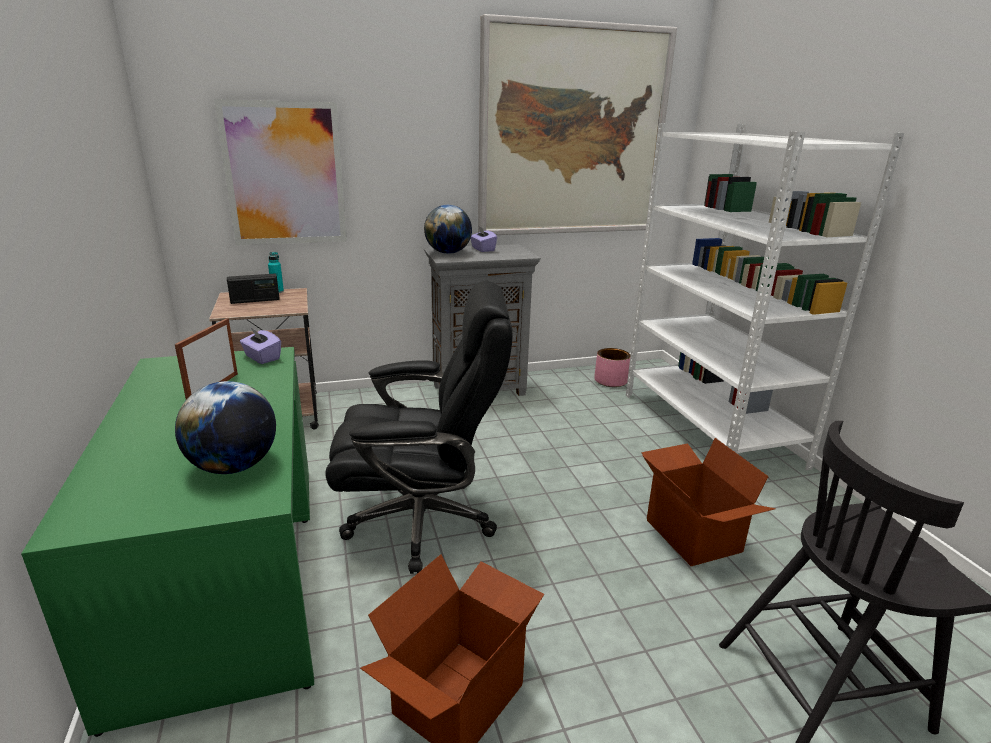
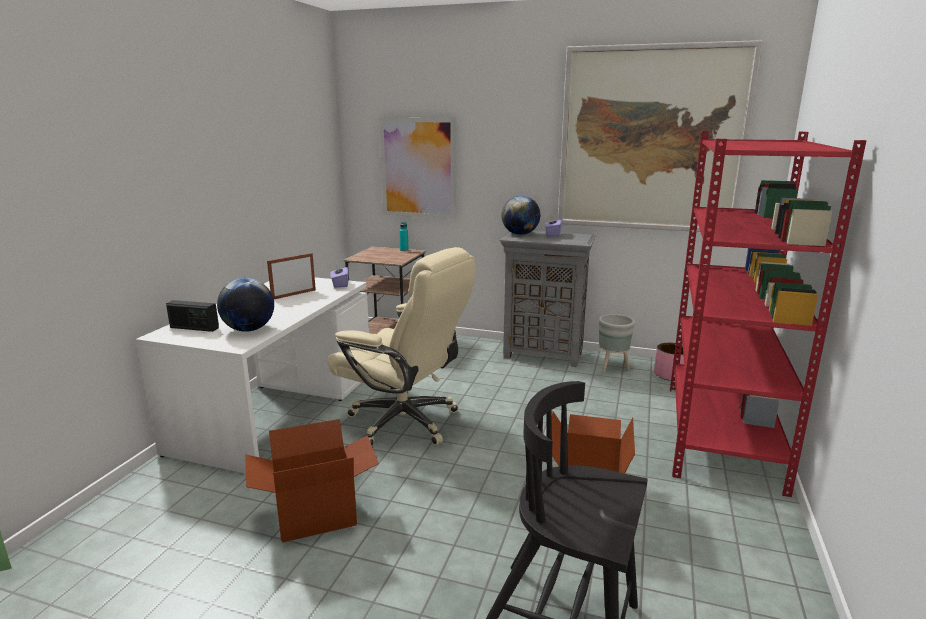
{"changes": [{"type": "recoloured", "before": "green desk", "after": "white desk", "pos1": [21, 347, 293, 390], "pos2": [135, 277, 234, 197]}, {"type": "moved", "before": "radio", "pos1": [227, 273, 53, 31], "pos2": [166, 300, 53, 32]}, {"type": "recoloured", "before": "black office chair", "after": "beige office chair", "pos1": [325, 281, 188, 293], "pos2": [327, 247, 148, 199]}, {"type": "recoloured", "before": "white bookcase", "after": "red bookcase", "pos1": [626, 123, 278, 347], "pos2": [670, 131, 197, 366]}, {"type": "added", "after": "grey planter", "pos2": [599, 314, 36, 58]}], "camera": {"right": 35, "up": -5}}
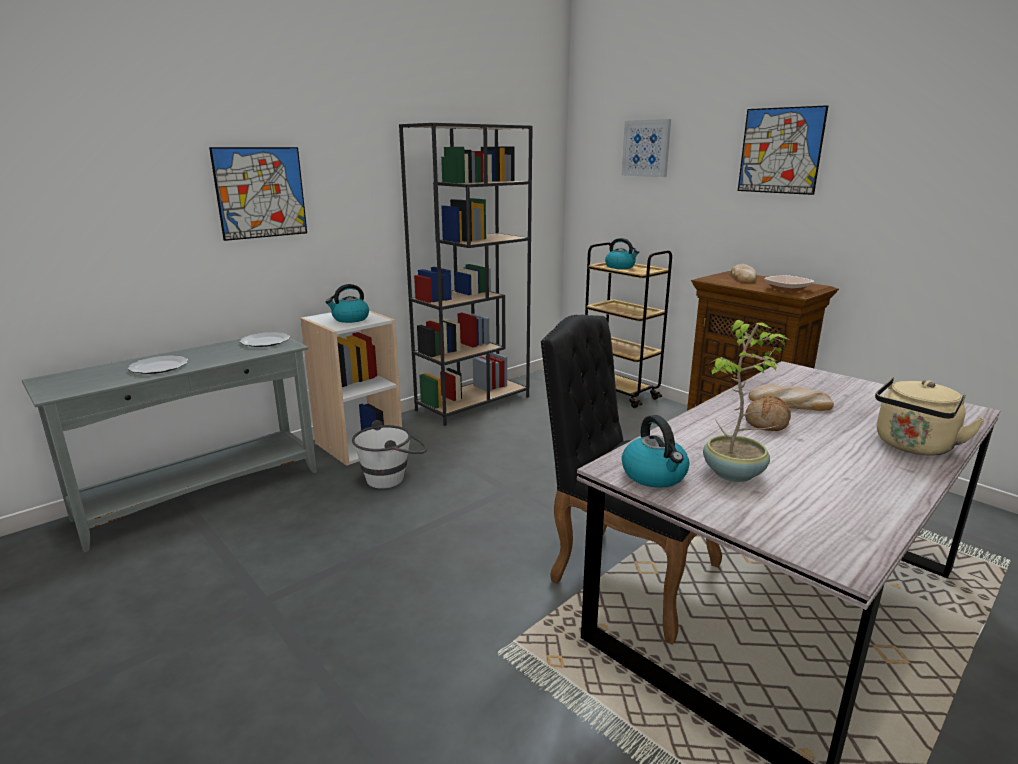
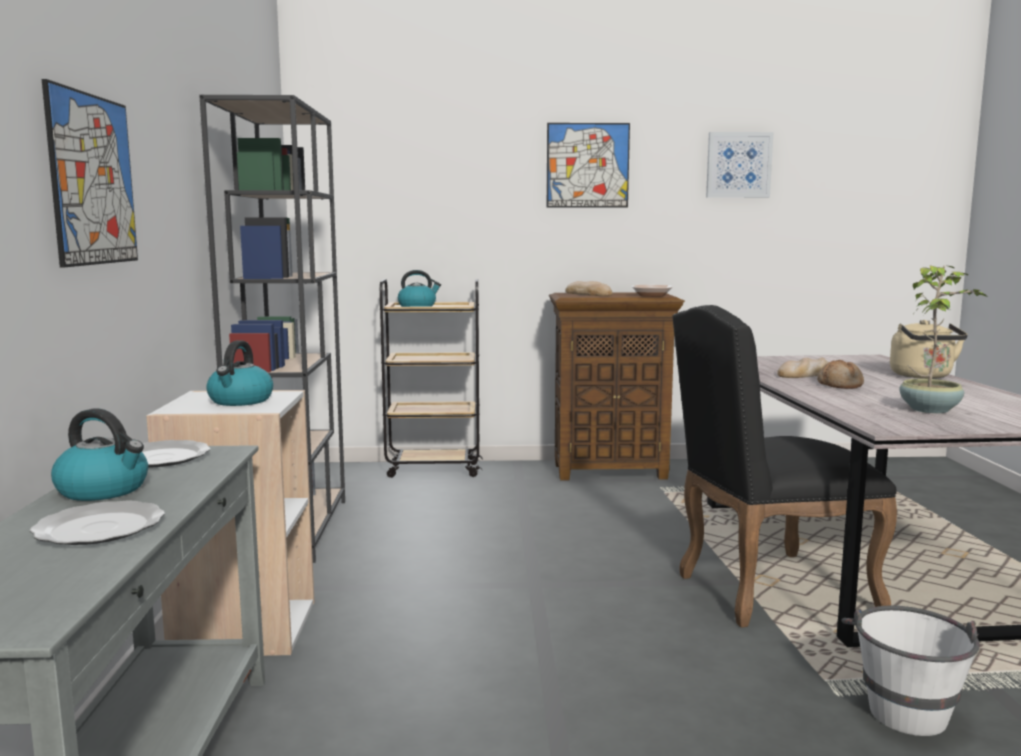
{"changes": [{"type": "moved", "before": "white bucket", "pos1": [352, 420, 75, 69], "pos2": [841, 606, 139, 130]}, {"type": "moved", "before": "picture", "pos1": [622, 119, 49, 58], "pos2": [706, 132, 67, 66]}, {"type": "moved", "before": "kettle", "pos1": [622, 415, 68, 73], "pos2": [51, 408, 97, 93]}], "camera": {"right": -50, "up": -10}}
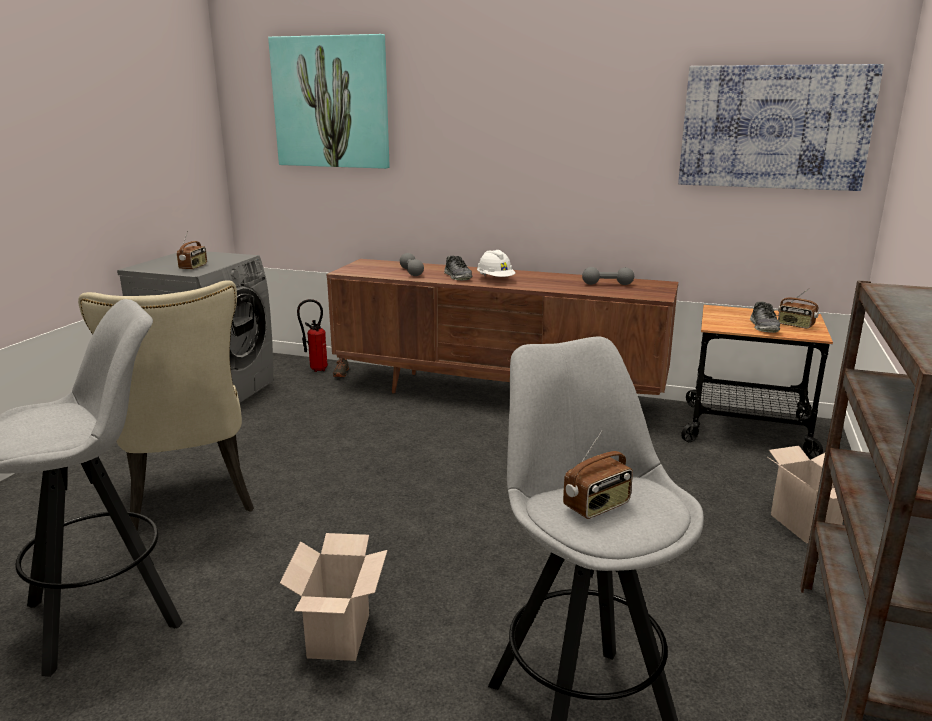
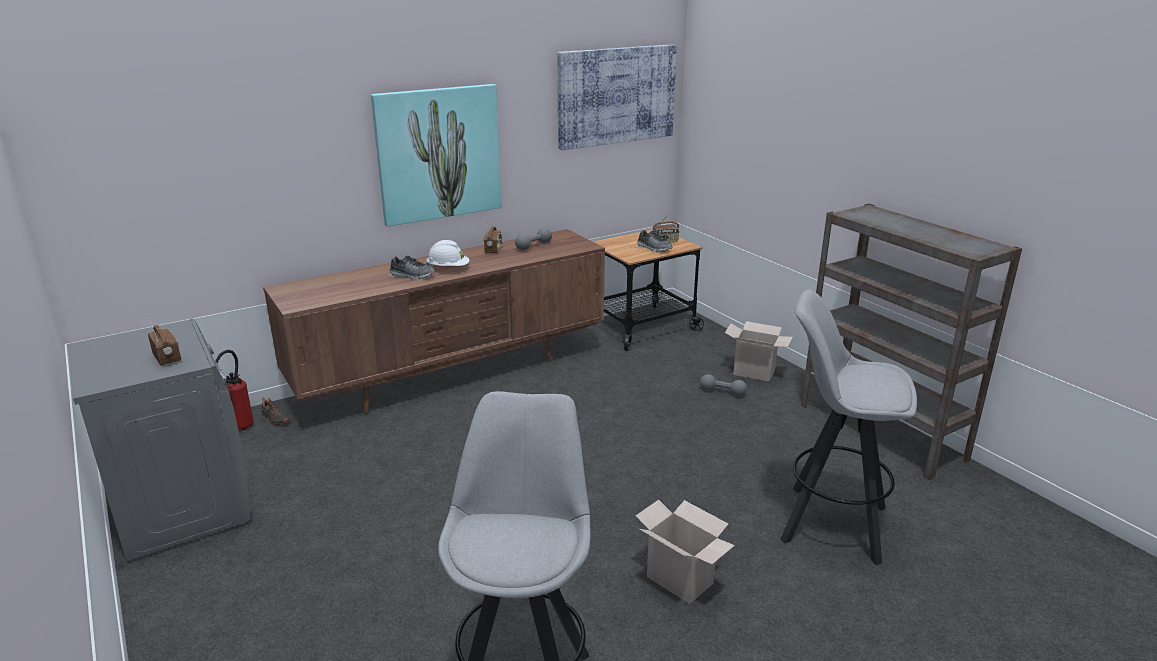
{"changes": [{"type": "removed", "before": "beige chair", "pos1": [78, 280, 176, 251]}, {"type": "moved", "before": "picture", "pos1": [268, 34, 122, 135], "pos2": [371, 84, 130, 143]}, {"type": "moved", "before": "grey dumbbell", "pos1": [400, 253, 24, 23], "pos2": [700, 374, 47, 22]}, {"type": "moved", "before": "radio", "pos1": [563, 430, 70, 89], "pos2": [484, 219, 18, 34]}], "camera": {"right": -50, "up": 5}}
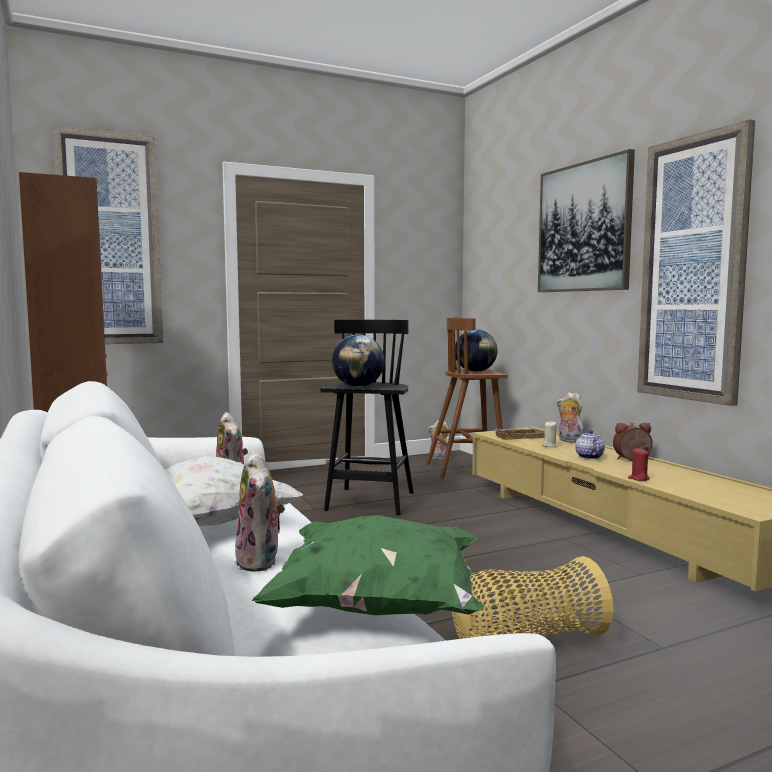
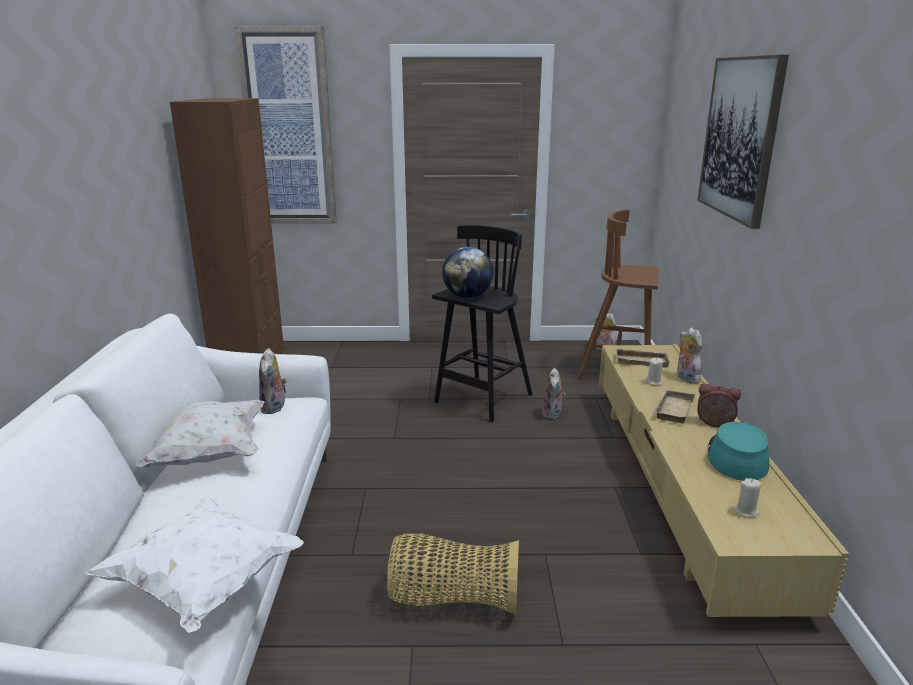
{"changes": [{"type": "moved", "before": "plush toy", "pos1": [235, 451, 50, 121], "pos2": [543, 368, 23, 51]}, {"type": "recoloured", "before": "green pillow", "after": "white pillow", "pos1": [252, 515, 233, 100], "pos2": [85, 497, 219, 136]}, {"type": "removed", "before": "globe", "pos1": [455, 329, 42, 43]}, {"type": "replaced", "before": "teapot", "after": "beige tray", "pos1": [575, 430, 30, 29], "pos2": [654, 389, 42, 34]}, {"type": "removed", "before": "red candle", "pos1": [628, 448, 22, 33]}, {"type": "removed", "before": "picture", "pos1": [637, 119, 118, 287]}, {"type": "added", "after": "turquoise hat", "pos2": [707, 422, 62, 59]}, {"type": "added", "after": "beige candle", "pos2": [734, 478, 27, 40]}], "camera": {"right": 25, "up": 15}}
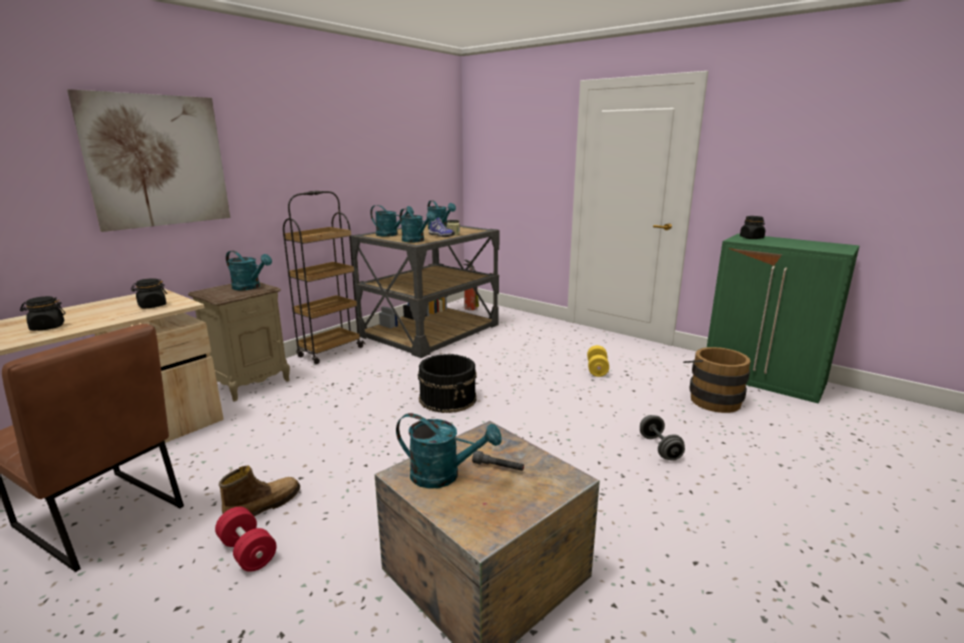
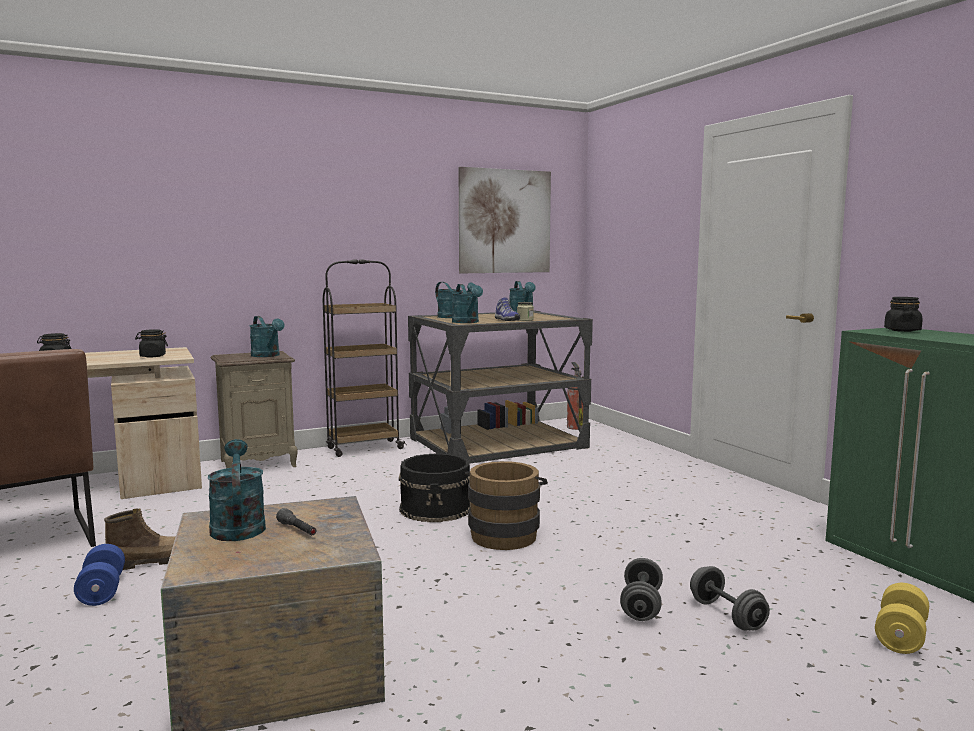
{"changes": [{"type": "moved", "before": "picture", "pos1": [67, 89, 163, 143], "pos2": [459, 167, 92, 106]}, {"type": "recoloured", "before": "red dumbbell", "after": "blue dumbbell", "pos1": [215, 507, 61, 65], "pos2": [74, 544, 51, 62]}, {"type": "turned", "before": "turquoise watering can", "pos1": [396, 413, 106, 76], "pos2": [208, 439, 58, 102], "turn": -150}, {"type": "moved", "before": "yellow dumbbell", "pos1": [587, 345, 22, 32], "pos2": [875, 583, 54, 71]}, {"type": "moved", "before": "brown bucket", "pos1": [683, 347, 68, 66], "pos2": [465, 461, 83, 89]}, {"type": "added", "after": "grey dumbbell", "pos2": [690, 566, 80, 64]}], "camera": {"right": 25, "up": -10}}
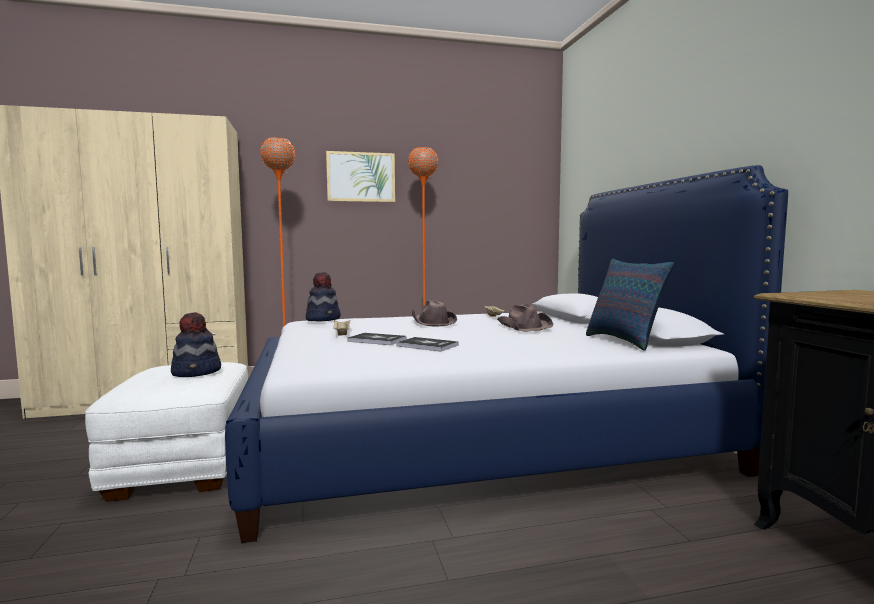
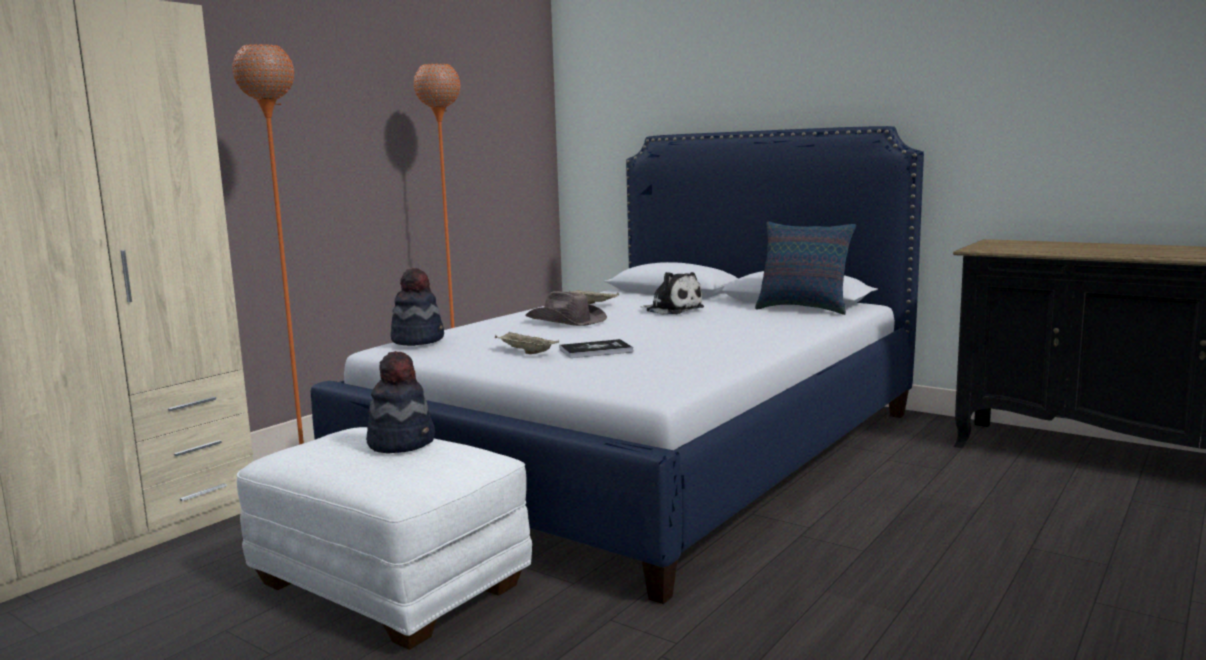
{"changes": [{"type": "removed", "before": "picture", "pos1": [326, 151, 69, 51]}, {"type": "removed", "before": "book", "pos1": [396, 337, 63, 15]}, {"type": "replaced", "before": "brown hat", "after": "plush toy", "pos1": [497, 304, 57, 28], "pos2": [641, 272, 63, 43]}], "camera": {"right": -40, "up": 5}}
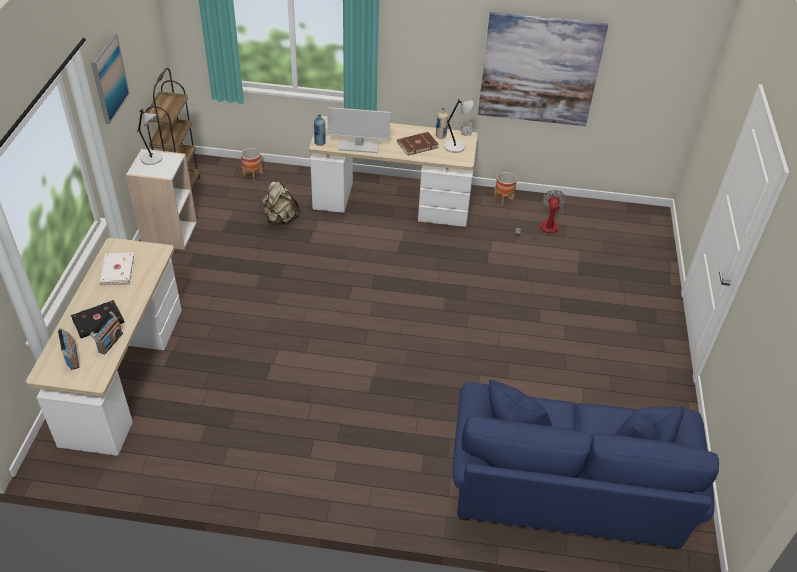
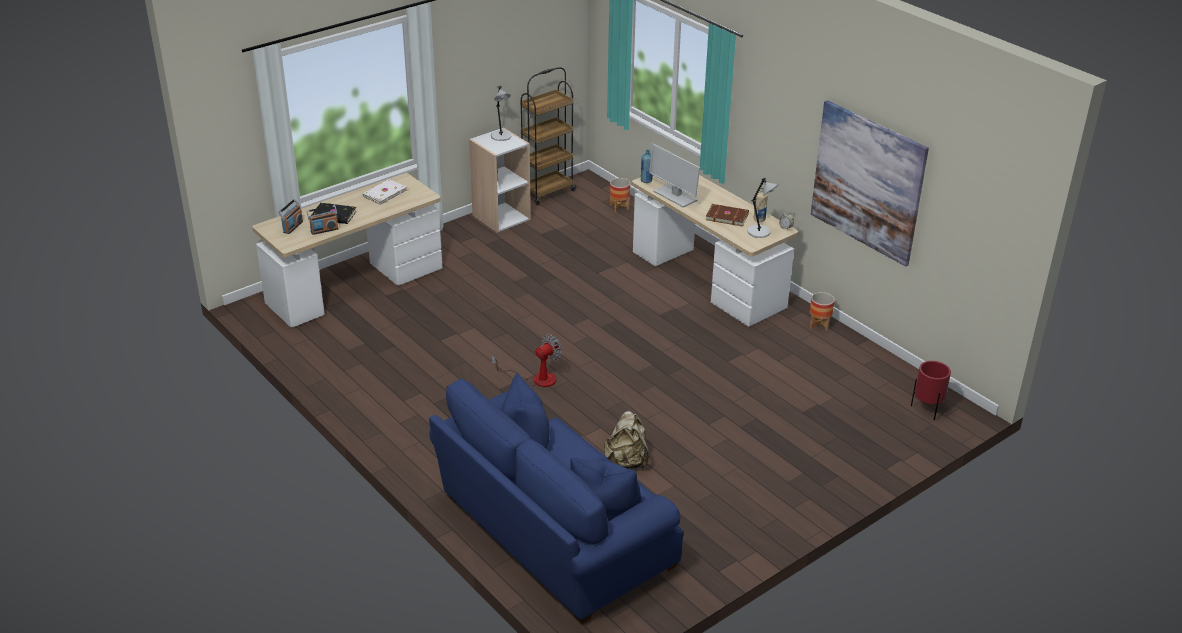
{"changes": [{"type": "removed", "before": "picture", "pos1": [91, 33, 39, 91]}, {"type": "moved", "before": "beige backpack", "pos1": [262, 181, 38, 45], "pos2": [604, 411, 45, 58]}, {"type": "moved", "before": "fan", "pos1": [515, 190, 51, 50], "pos2": [491, 334, 71, 53]}, {"type": "added", "after": "red planter", "pos2": [911, 361, 40, 59]}], "camera": {"right": 45, "up": -10}}
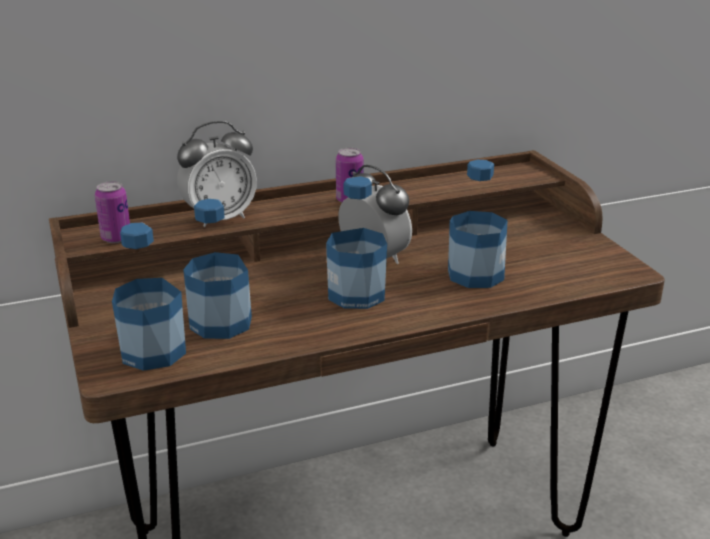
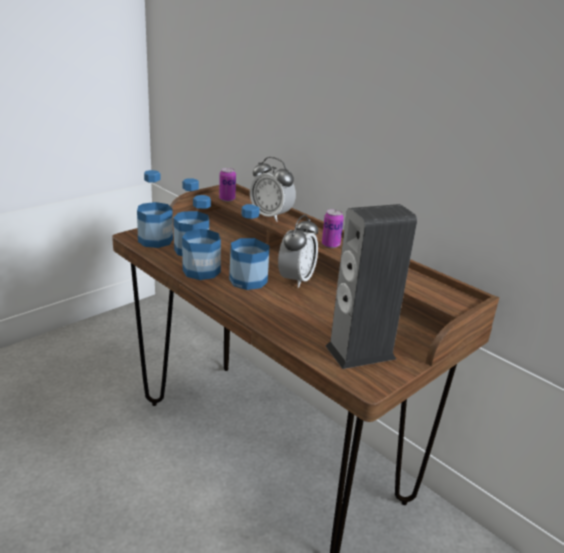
{"changes": [{"type": "moved", "before": "bottle", "pos1": [448, 159, 60, 129], "pos2": [182, 195, 39, 85]}, {"type": "added", "after": "speaker", "pos2": [326, 204, 91, 165]}], "camera": {"right": 65, "up": 0}}
